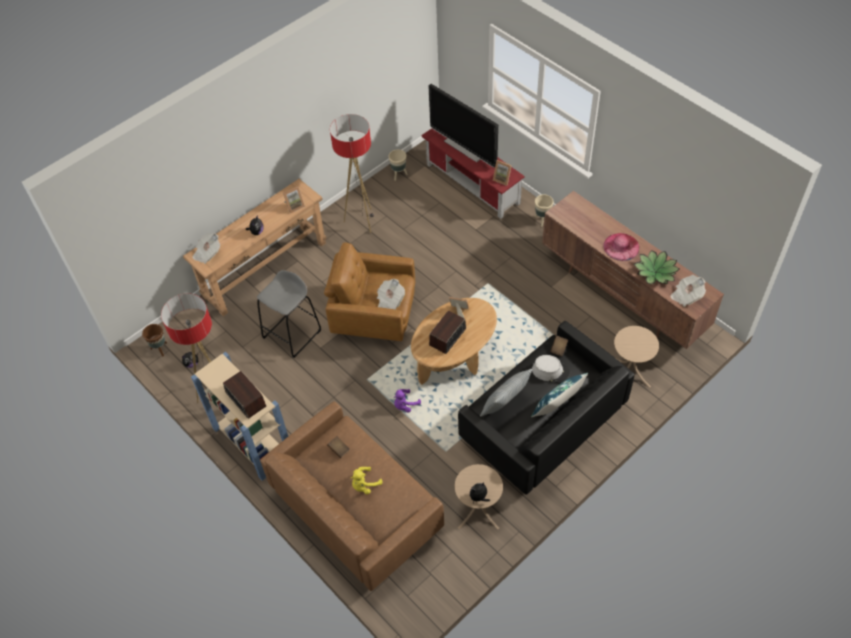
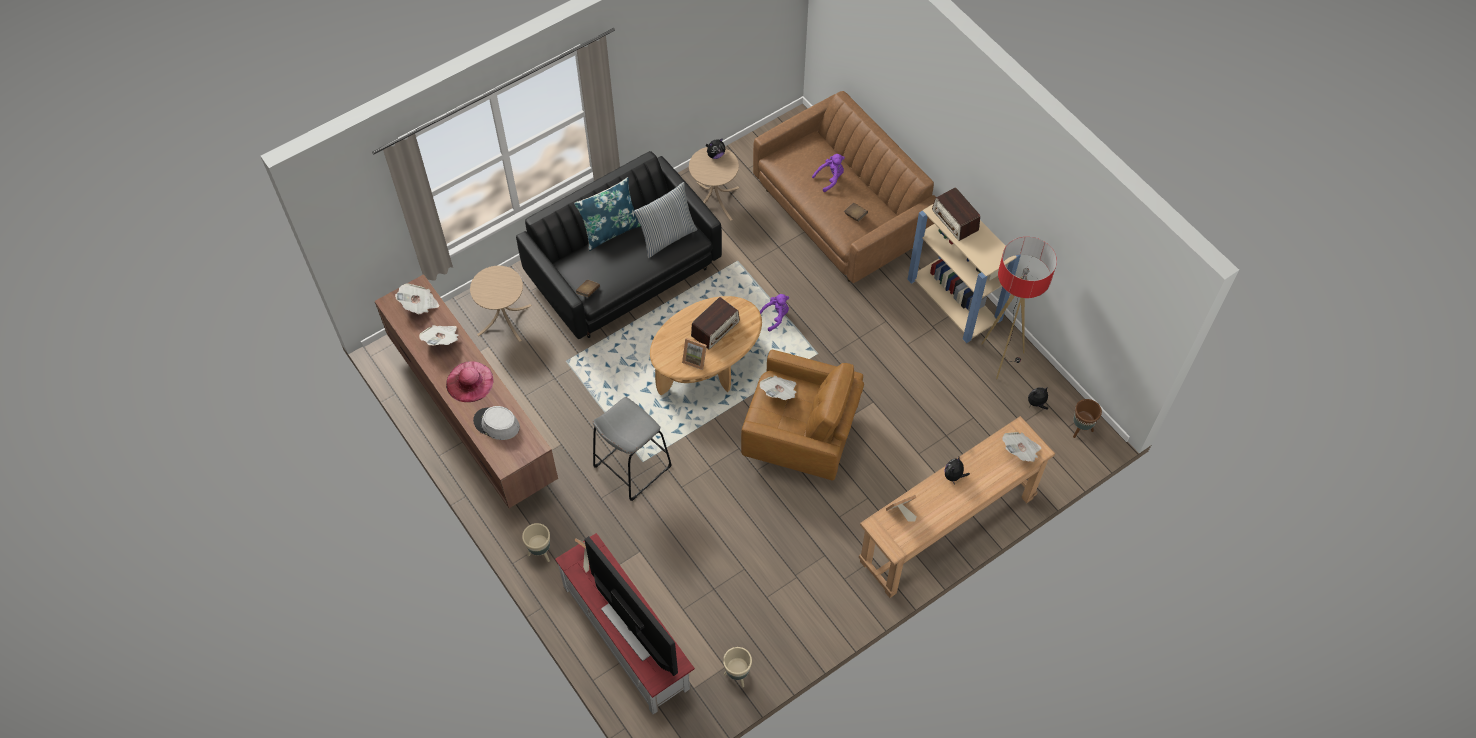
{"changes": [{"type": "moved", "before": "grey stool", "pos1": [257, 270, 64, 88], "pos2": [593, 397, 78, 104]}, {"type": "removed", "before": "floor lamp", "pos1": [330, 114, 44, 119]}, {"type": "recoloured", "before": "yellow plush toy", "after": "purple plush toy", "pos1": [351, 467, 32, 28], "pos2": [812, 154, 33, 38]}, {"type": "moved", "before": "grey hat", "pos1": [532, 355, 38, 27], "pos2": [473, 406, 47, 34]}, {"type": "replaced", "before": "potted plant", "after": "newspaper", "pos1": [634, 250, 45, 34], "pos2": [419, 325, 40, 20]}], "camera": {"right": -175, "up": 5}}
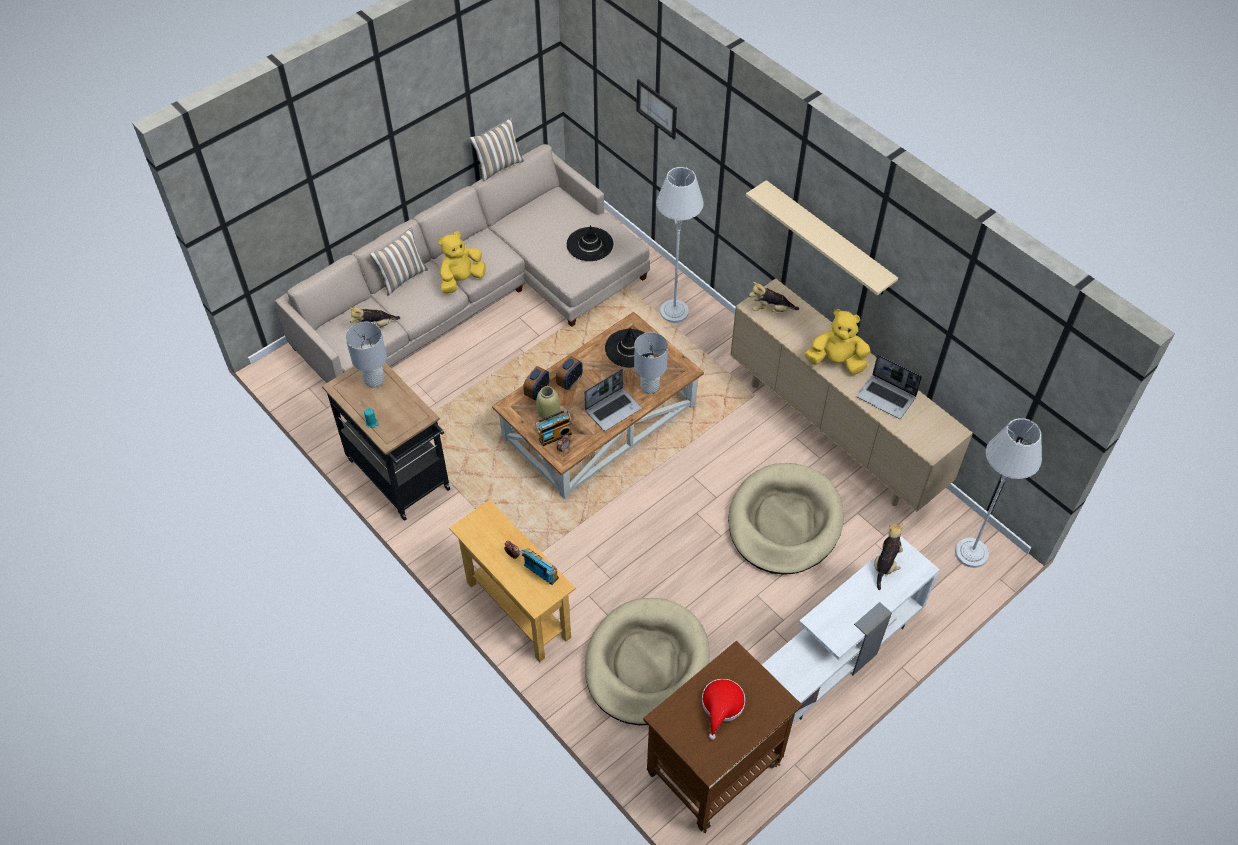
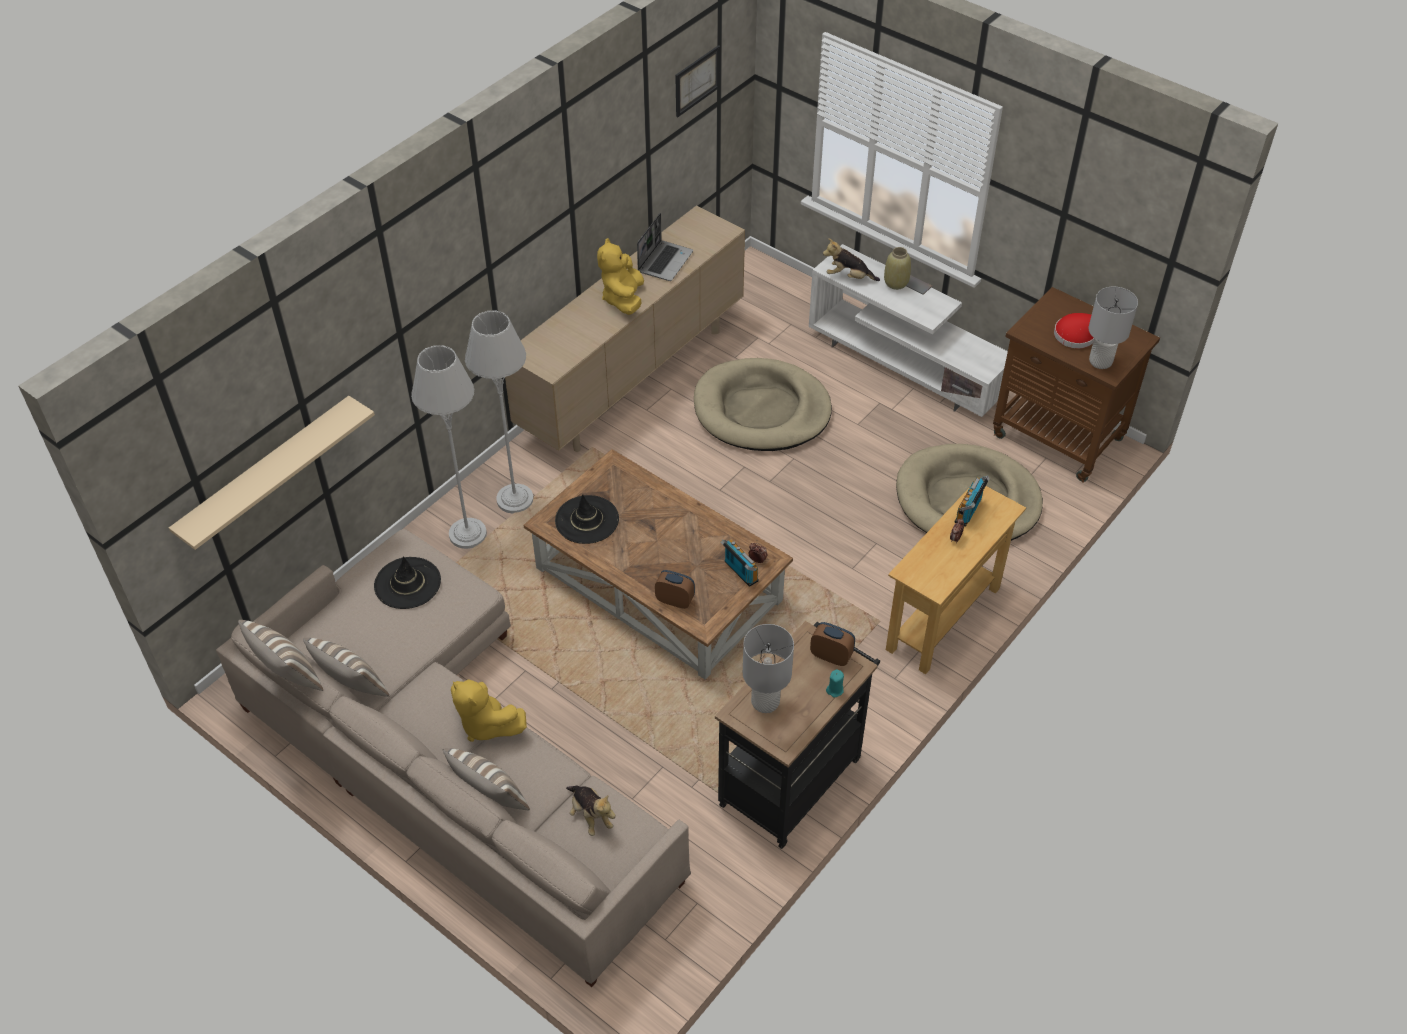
{"changes": [{"type": "moved", "before": "beige vase", "pos1": [536, 386, 24, 35], "pos2": [884, 247, 27, 43]}, {"type": "moved", "before": "alarm clock", "pos1": [556, 356, 27, 34], "pos2": [810, 622, 45, 44]}, {"type": "removed", "before": "laptop", "pos1": [584, 369, 58, 62]}, {"type": "moved", "before": "grey table lamp", "pos1": [634, 332, 34, 62], "pos2": [1088, 287, 50, 82]}, {"type": "moved", "before": "picture", "pos1": [636, 79, 41, 60], "pos2": [675, 45, 45, 72]}, {"type": "moved", "before": "beige shelf", "pos1": [746, 180, 152, 115], "pos2": [169, 396, 206, 154]}, {"type": "removed", "before": "plush toy", "pos1": [749, 282, 50, 30]}, {"type": "moved", "before": "grey floor lamp", "pos1": [955, 418, 87, 150], "pos2": [465, 310, 68, 204]}, {"type": "added", "after": "pillow", "pos2": [303, 638, 87, 59]}], "camera": {"right": -100, "up": -5}}
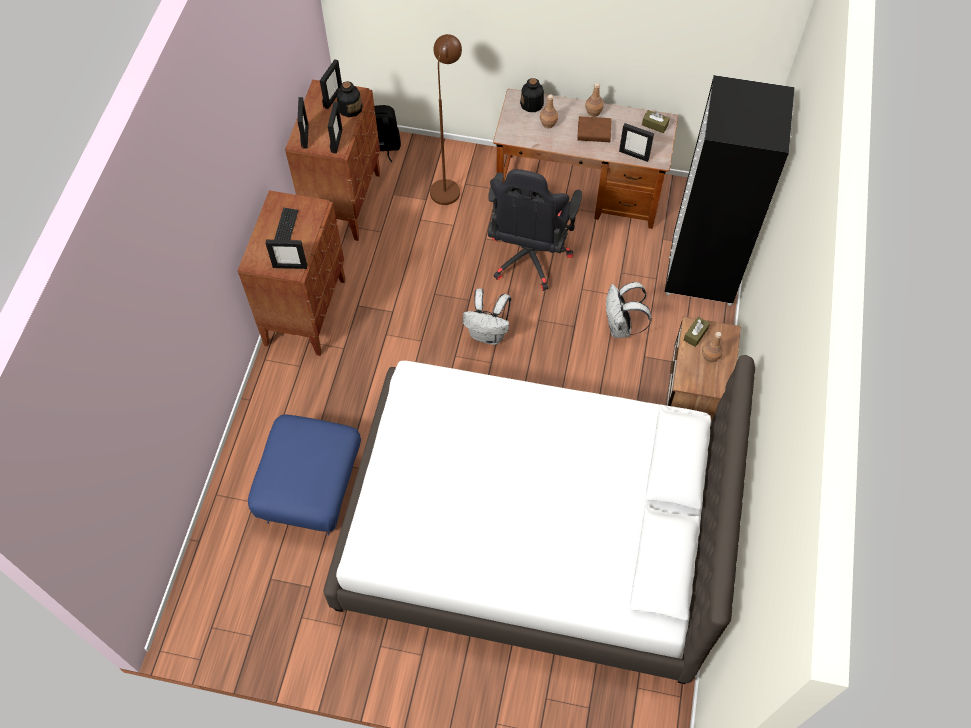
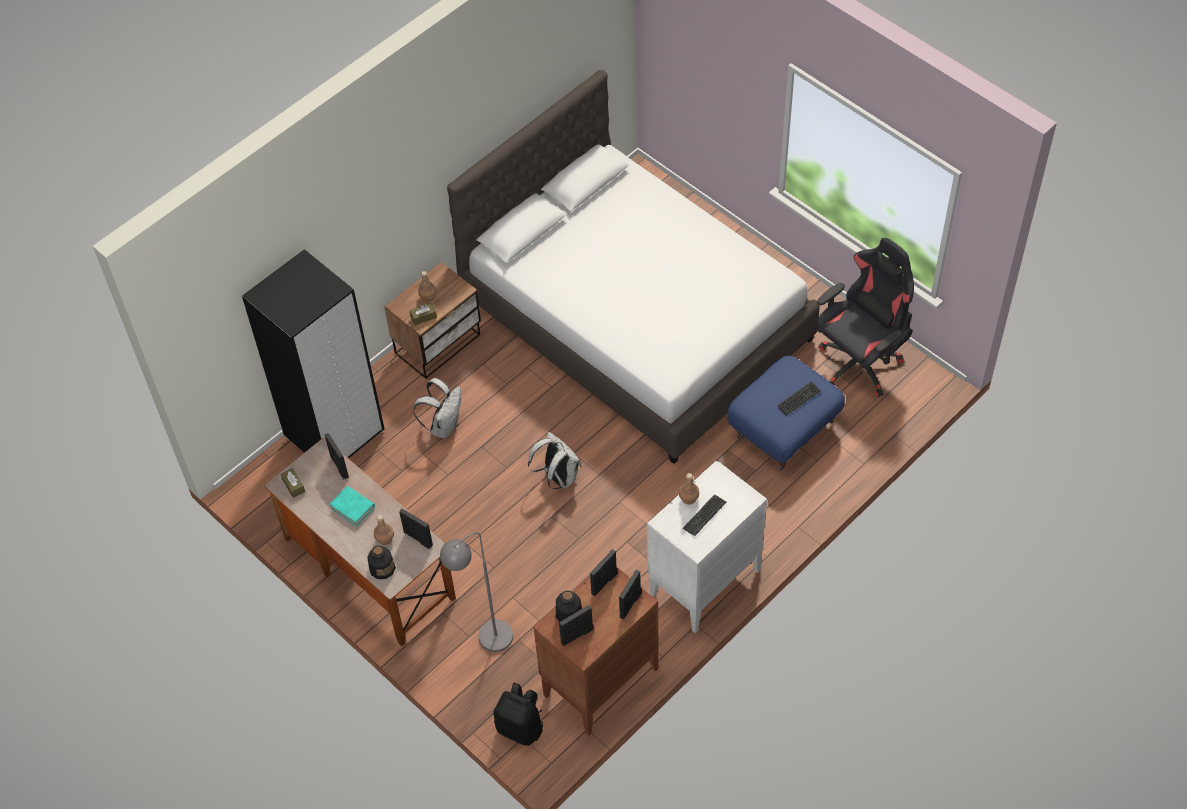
{"changes": [{"type": "recoloured", "before": "brown dresser", "after": "white dresser", "pos1": [238, 190, 108, 166], "pos2": [647, 461, 120, 172]}, {"type": "moved", "before": "picture frame", "pos1": [266, 240, 41, 29], "pos2": [399, 509, 34, 40]}, {"type": "recoloured", "before": "brown floor lamp", "after": "grey floor lamp", "pos1": [430, 34, 32, 171], "pos2": [440, 532, 73, 120]}, {"type": "moved", "before": "black office chair", "pos1": [488, 169, 94, 122], "pos2": [817, 238, 97, 159]}, {"type": "recoloured", "before": "brown book", "after": "turquoise book", "pos1": [577, 116, 34, 26], "pos2": [329, 486, 46, 40]}, {"type": "moved", "before": "brown bottle", "pos1": [585, 83, 19, 34], "pos2": [679, 473, 20, 32]}, {"type": "added", "after": "keyboard", "pos2": [777, 381, 44, 35]}], "camera": {"right": -145, "up": -5}}
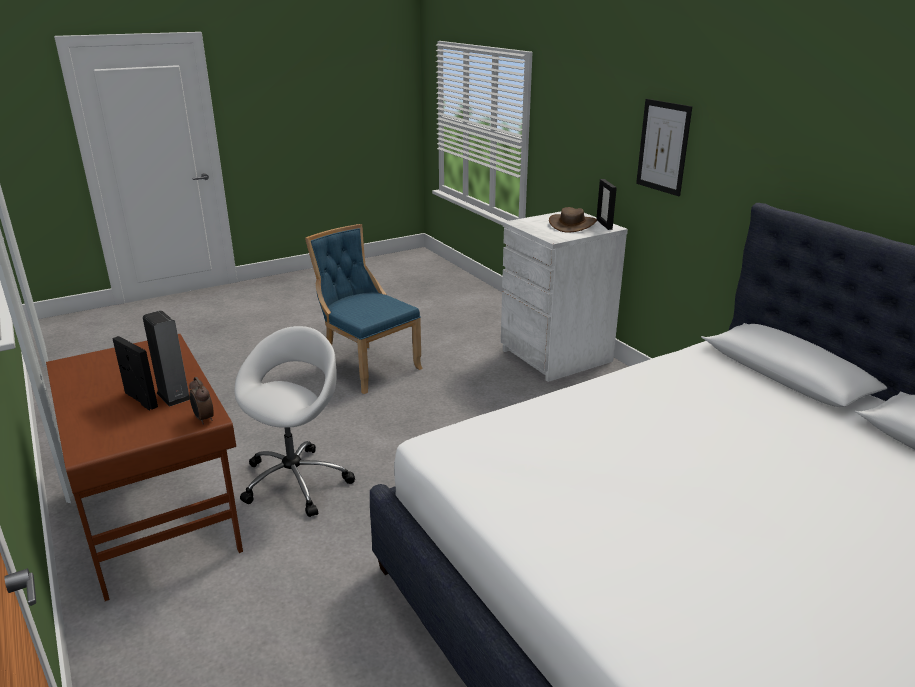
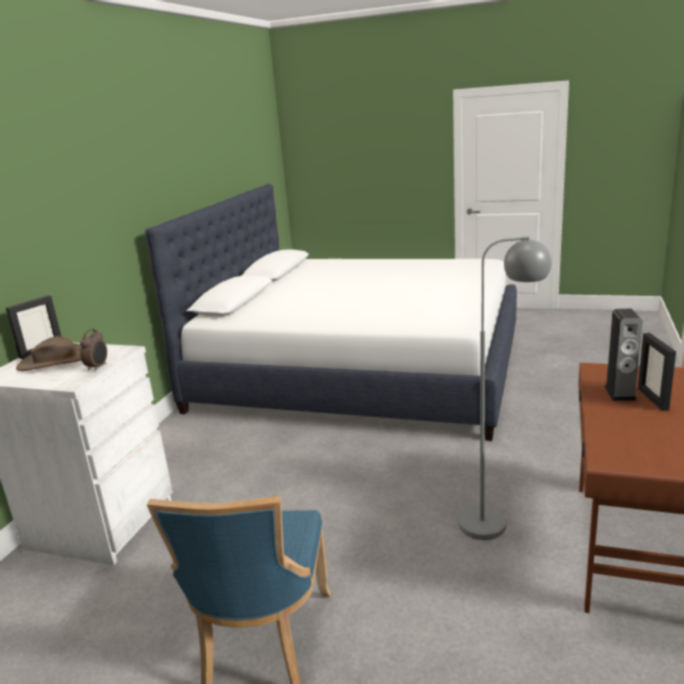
{"changes": [{"type": "moved", "before": "alarm clock", "pos1": [189, 377, 25, 48], "pos2": [80, 329, 27, 42]}, {"type": "replaced", "before": "white office chair", "after": "grey floor lamp", "pos1": [234, 326, 121, 191], "pos2": [458, 236, 94, 304]}, {"type": "removed", "before": "picture", "pos1": [636, 99, 56, 97]}], "camera": {"right": -130, "up": -5}}
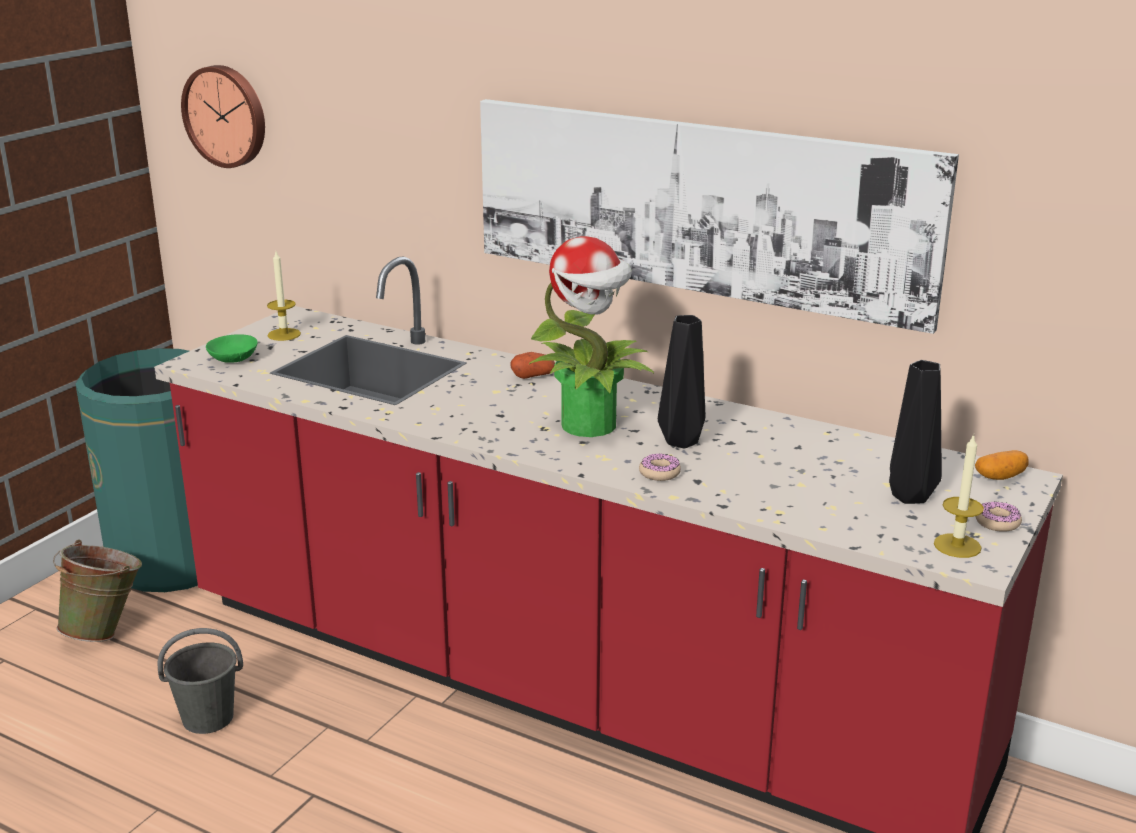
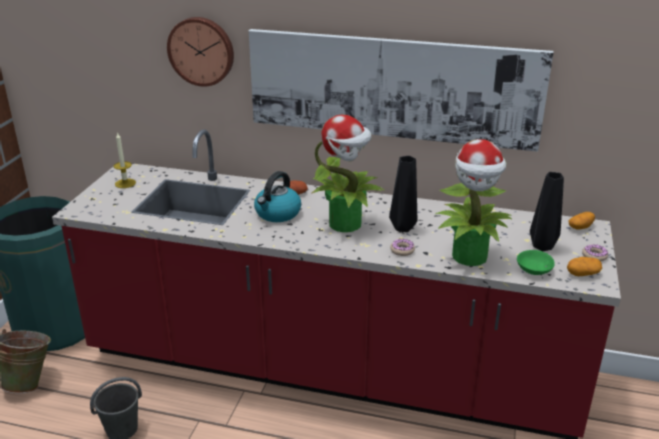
{"changes": [{"type": "moved", "before": "wall clock", "pos1": [181, 65, 84, 103], "pos2": [167, 17, 67, 70]}, {"type": "moved", "before": "green bowl", "pos1": [206, 334, 52, 29], "pos2": [517, 250, 38, 25]}, {"type": "replaced", "before": "candle", "after": "potato", "pos1": [934, 434, 50, 124], "pos2": [567, 257, 35, 19]}, {"type": "added", "after": "kettle", "pos2": [254, 171, 47, 51]}, {"type": "added", "after": "potted plant", "pos2": [435, 139, 78, 127]}], "camera": {"right": -15, "up": 5}}
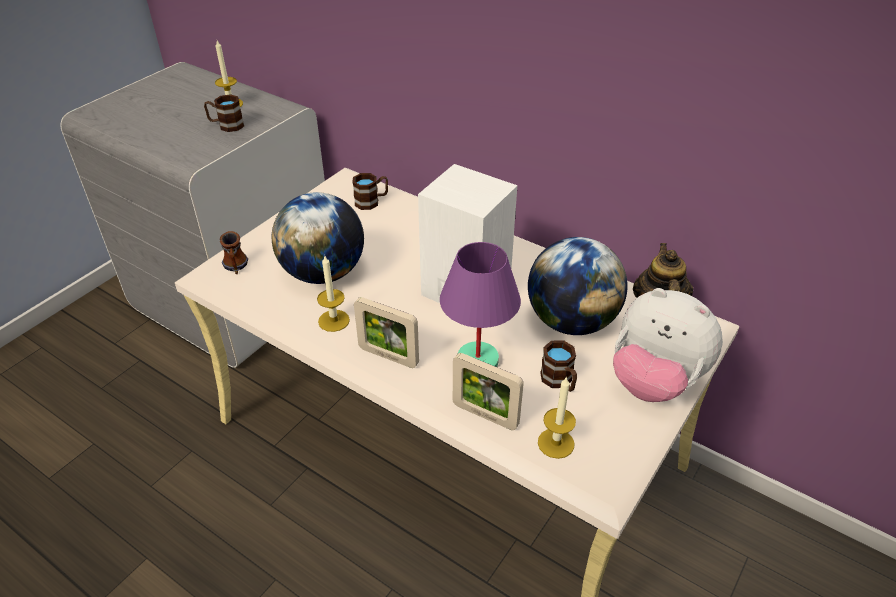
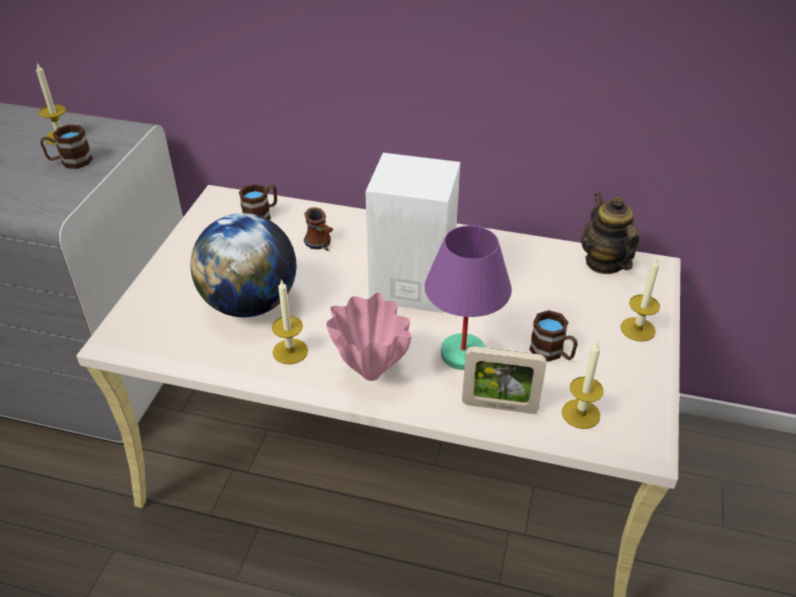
{"changes": [{"type": "moved", "before": "mug", "pos1": [219, 231, 29, 43], "pos2": [304, 207, 29, 44]}, {"type": "replaced", "before": "picture frame", "after": "pink vase", "pos1": [354, 297, 65, 71], "pos2": [326, 293, 86, 88]}, {"type": "removed", "before": "globe", "pos1": [528, 237, 99, 98]}, {"type": "replaced", "before": "plush toy", "after": "candle", "pos1": [613, 288, 110, 114], "pos2": [620, 257, 40, 84]}], "camera": {"right": -20, "up": 0}}
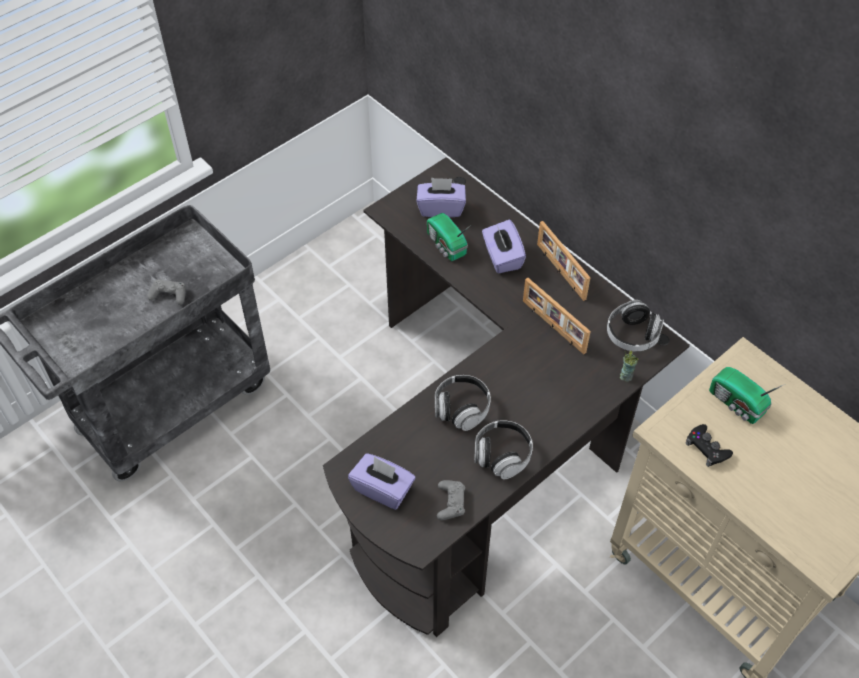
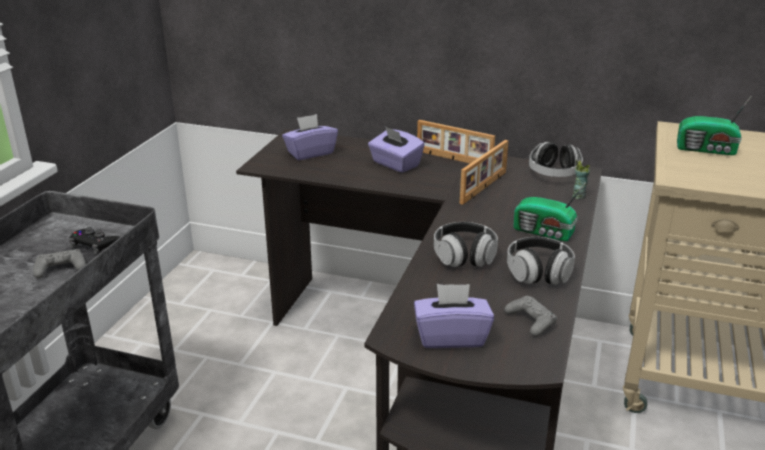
{"changes": [{"type": "moved", "before": "radio", "pos1": [427, 213, 44, 48], "pos2": [514, 182, 72, 59]}, {"type": "turned", "before": "picture frame", "pos1": [523, 278, 68, 77], "pos2": [460, 140, 48, 65], "turn": -75}, {"type": "moved", "before": "black game controller", "pos1": [686, 424, 47, 43], "pos2": [68, 227, 52, 27]}], "camera": {"right": -30, "up": -25}}
